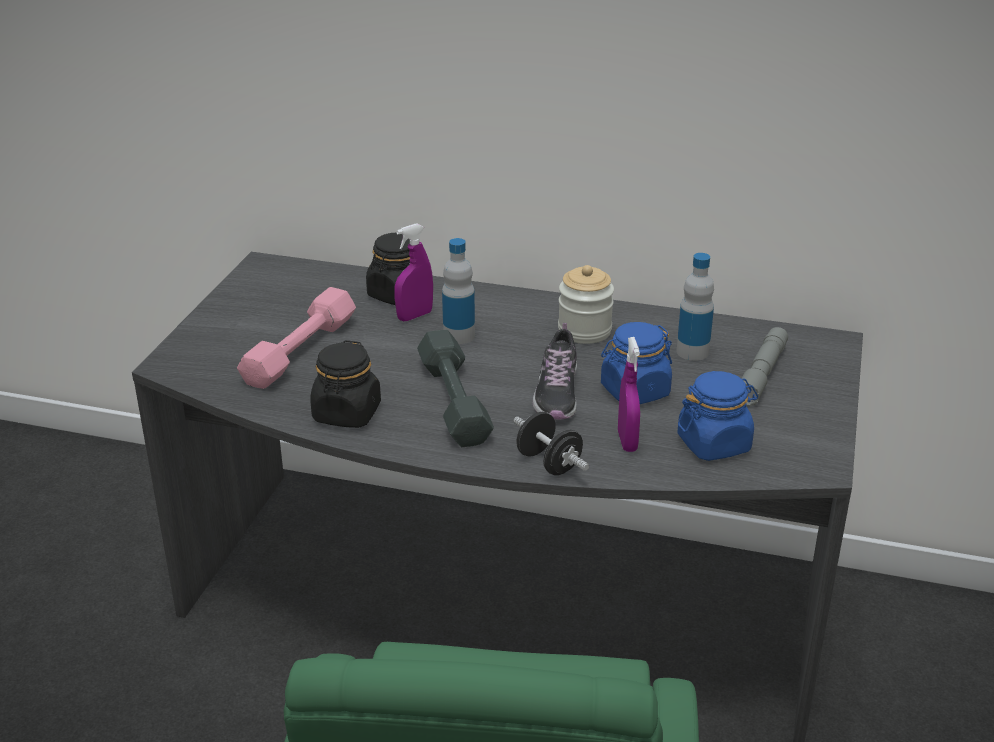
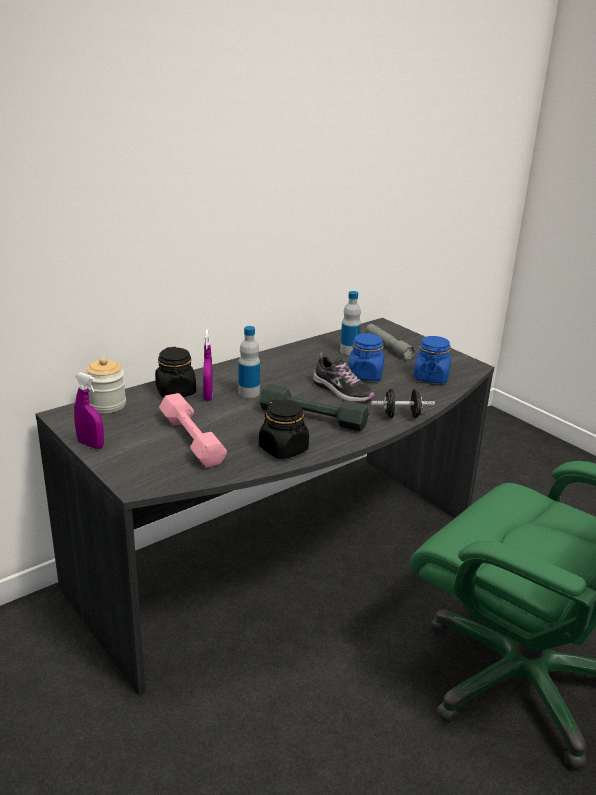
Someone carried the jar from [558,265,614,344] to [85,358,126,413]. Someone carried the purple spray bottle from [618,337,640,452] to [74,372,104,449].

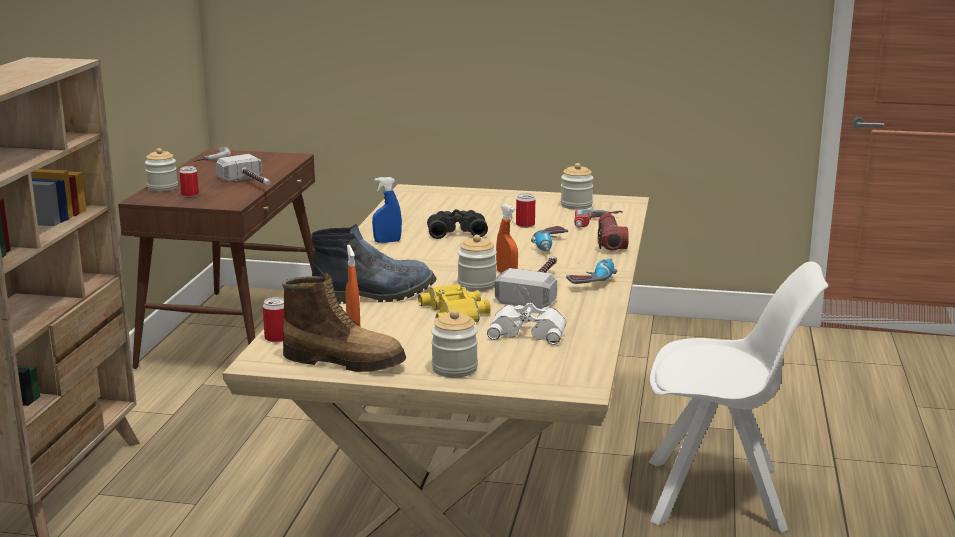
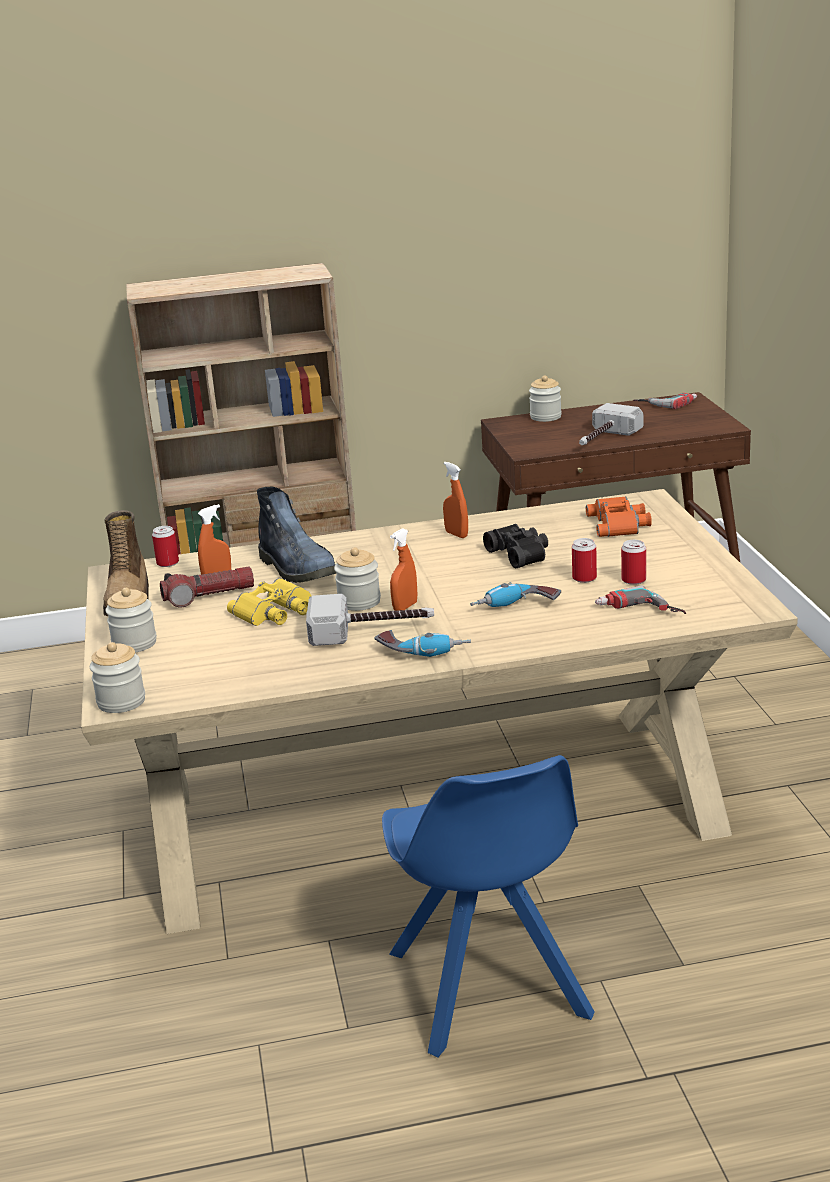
Someone carried the jar from [561,163,594,210] to [90,642,145,713]. Someone carried the can from [179,166,199,197] to [621,540,646,585]. Someone repainted the blue spray bottle at [372,177,402,243], which became the orange spray bottle at [443,462,468,538]. Someone carried the flashlight from [598,213,629,250] to [160,566,254,608]. Someone repainted the white chair at [649,262,828,533], which became the blue chair at [382,755,595,1058]. Someone took away the white binoculars at [487,303,566,345]. Someone put down the orange binoculars at [586,496,652,537].

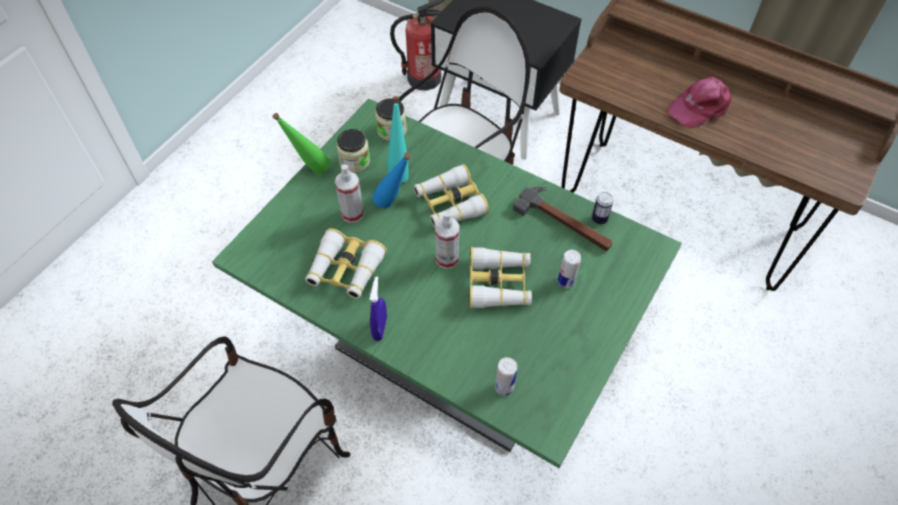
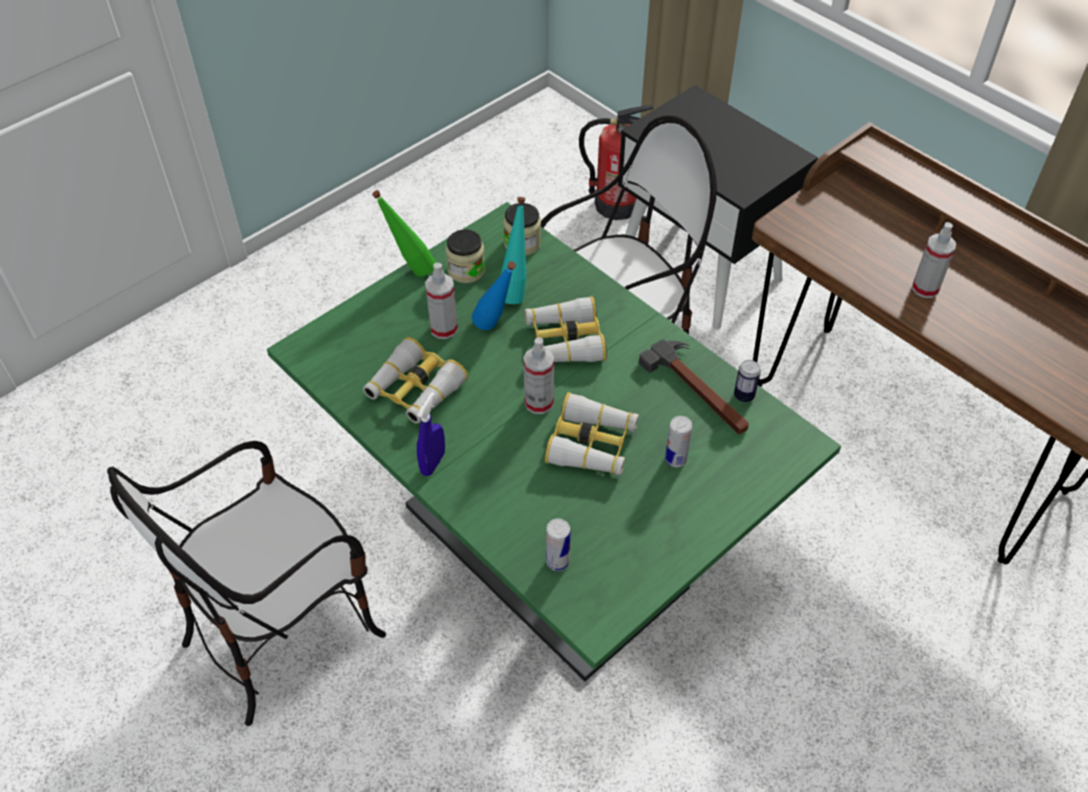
Someone swapped the pink cap at [668,77,731,129] for the spray bottle at [912,222,956,298].

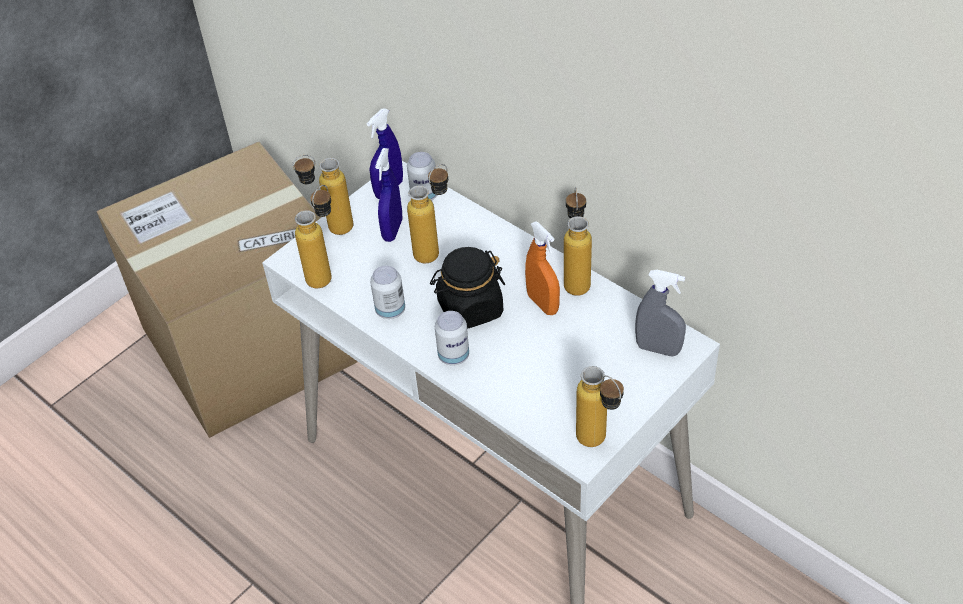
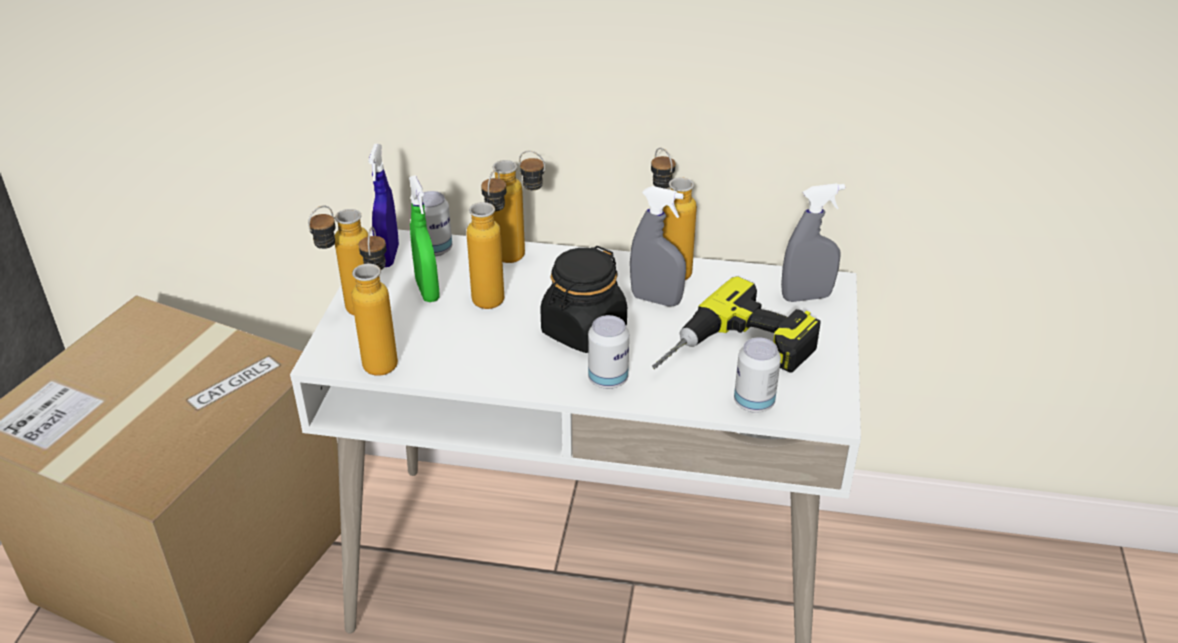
Someone repainted the blue spray bottle at [375,148,402,242], which became the green spray bottle at [409,175,440,302]. Someone repainted the orange spray bottle at [525,221,560,315], which became the grey spray bottle at [630,186,686,306]. Someone carried the can from [370,266,405,319] to [734,337,781,413]. Someone carried the bottle from [576,366,624,447] to [492,151,545,263]. Someone put down the power drill at [652,276,821,373].

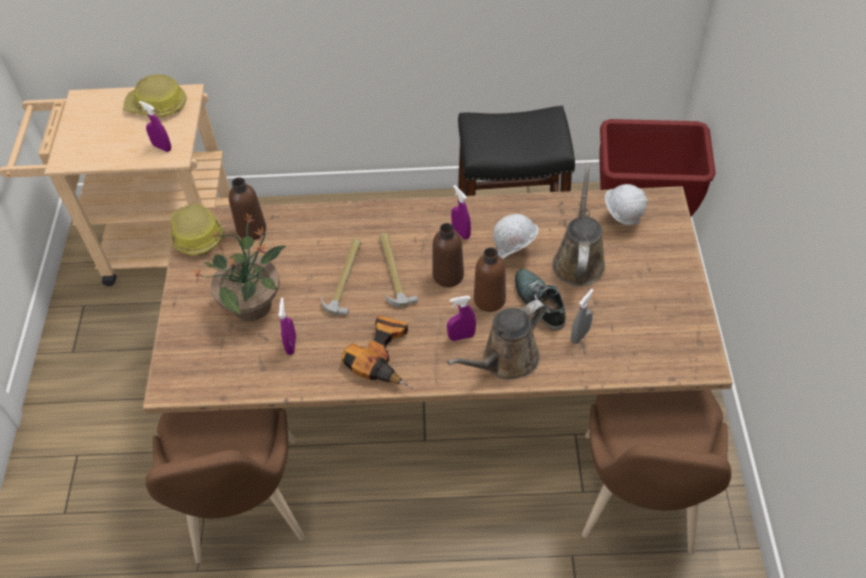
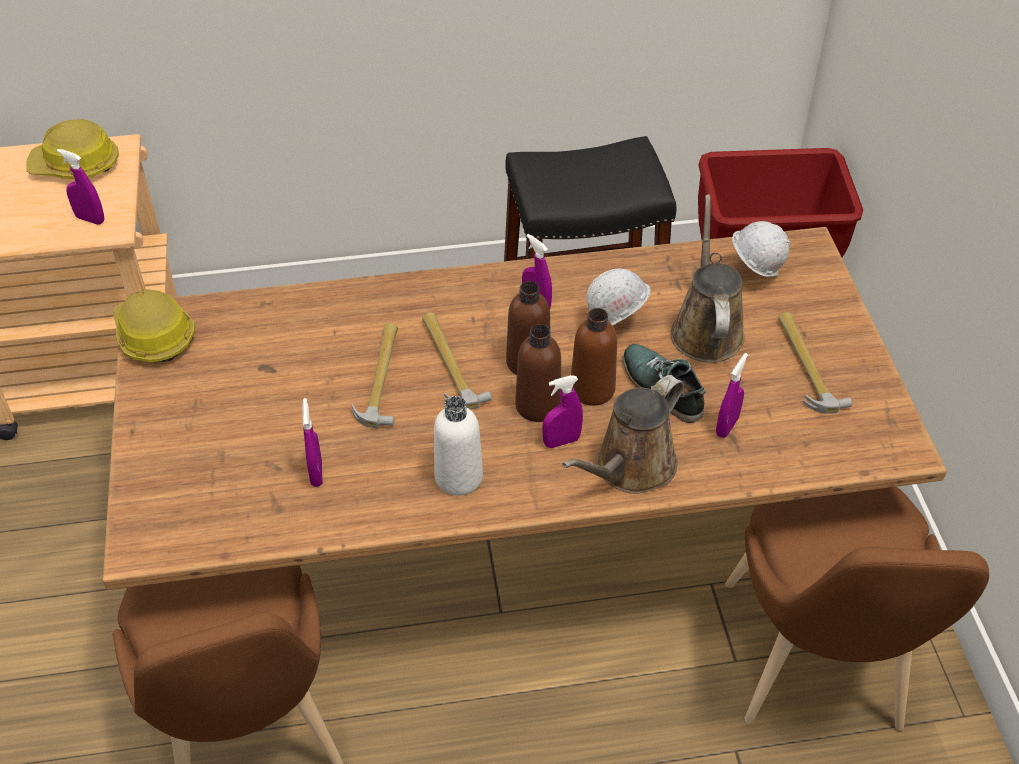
Someone carried the brown bottle from [229,177,266,240] to [515,324,561,422]. Someone took away the potted plant at [190,213,287,321]. Someone repainted the grey spray bottle at [571,289,594,344], which became the purple spray bottle at [716,353,748,438]. Someone swapped the power drill at [341,315,412,389] for the white bottle at [434,396,483,496]. Someone put down the hammer at [778,312,852,414].

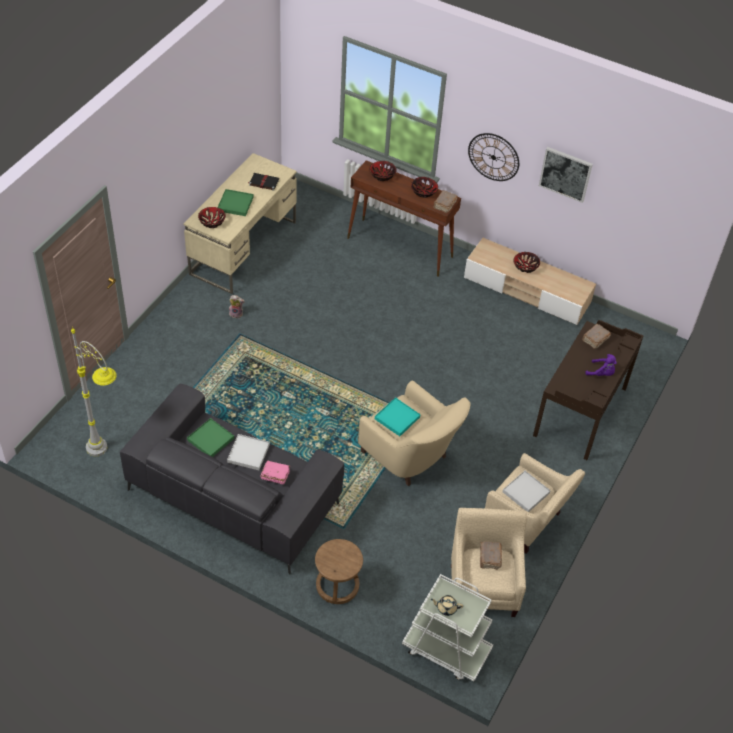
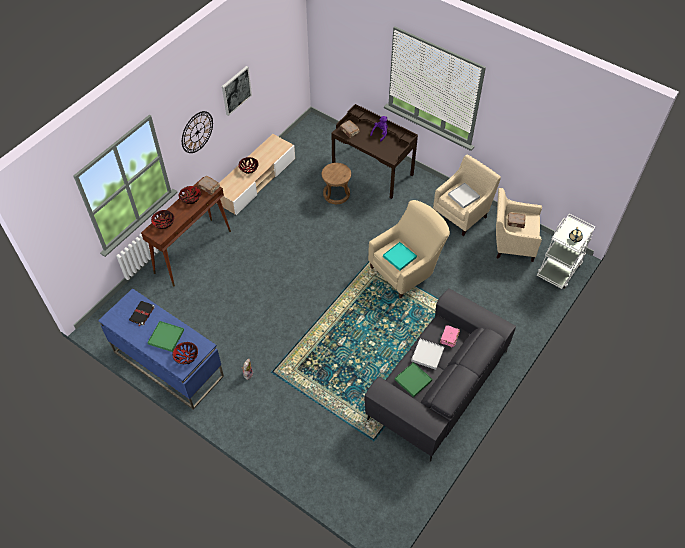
Someone repainted the beige desk at [184,153,297,294], which became the blue desk at [98,288,224,409]. Someone took away the grey floor lamp at [71,326,117,457]. Someone carried the brown stool from [315,539,363,604] to [321,163,351,204].

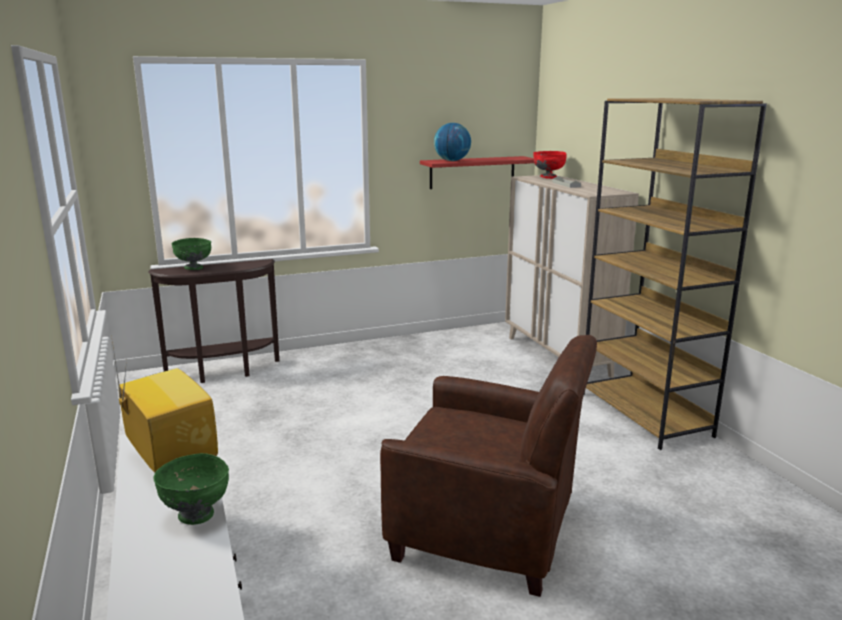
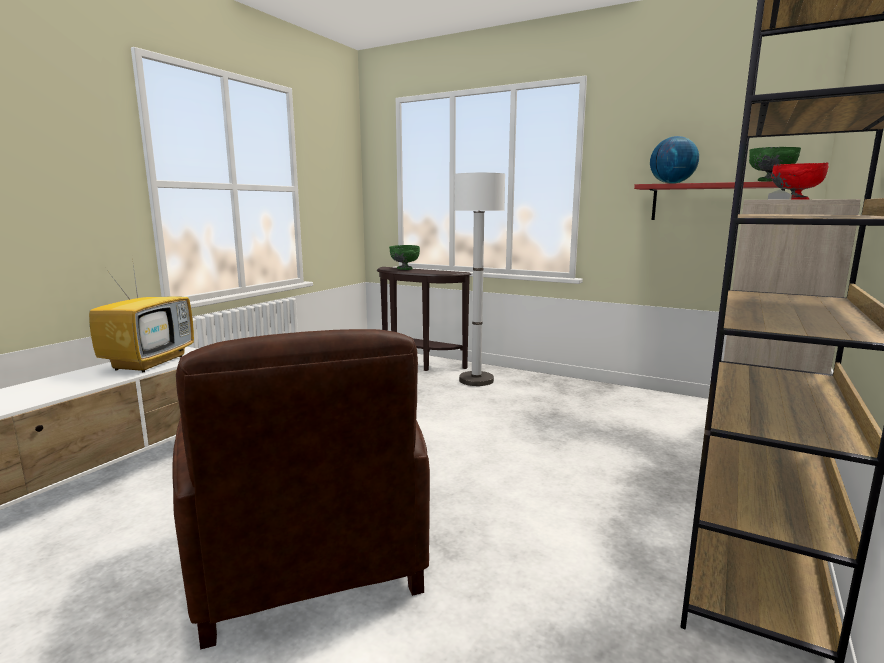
Someone carried the green bowl from [154,453,229,525] to [749,147,801,182]. Someone put down the white floor lamp at [454,173,505,386].

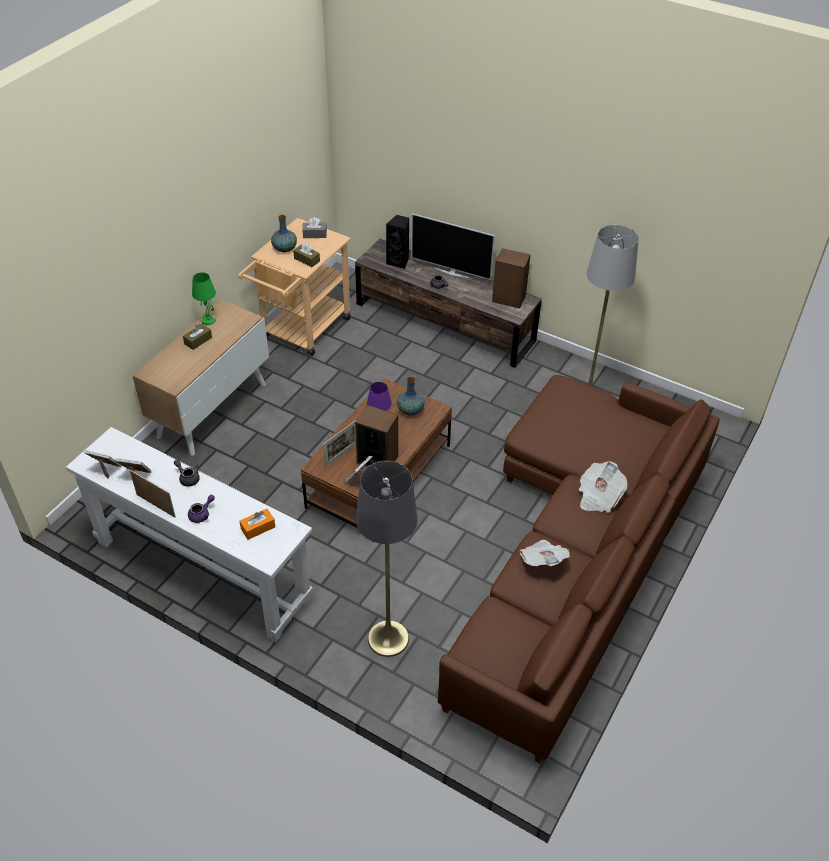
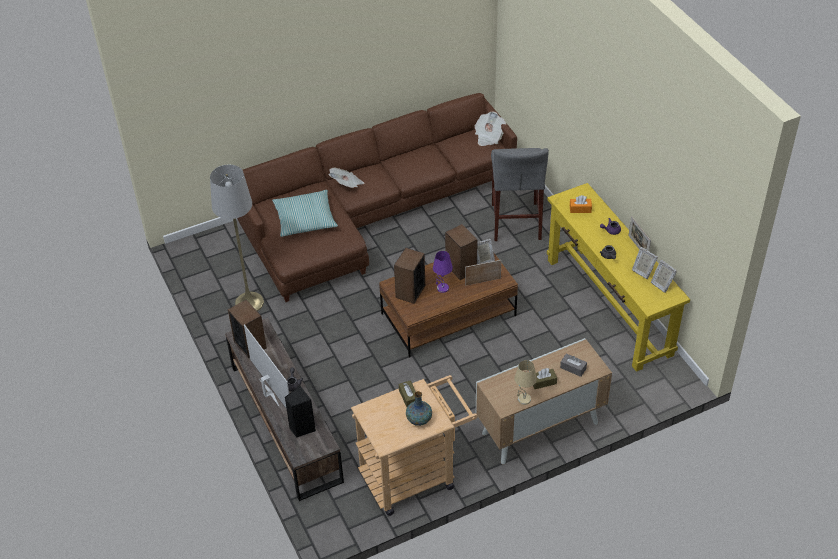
Someone carried the grey tissue box from [302,217,327,238] to [560,354,587,377]. Someone repainted the green table lamp at [192,272,216,325], which became the beige table lamp at [514,360,537,405]. Someone swapped the vase at [397,377,425,415] for the speaker at [394,248,425,304]. Someone repainted the white console table at [66,427,313,642], which became the yellow console table at [547,183,690,372]. Someone swapped the grey floor lamp at [356,461,418,657] for the grey stool at [491,148,549,241]. Someone carried the newspaper from [520,540,570,566] to [474,111,506,146]. Someone put down the pillow at [272,190,338,237].

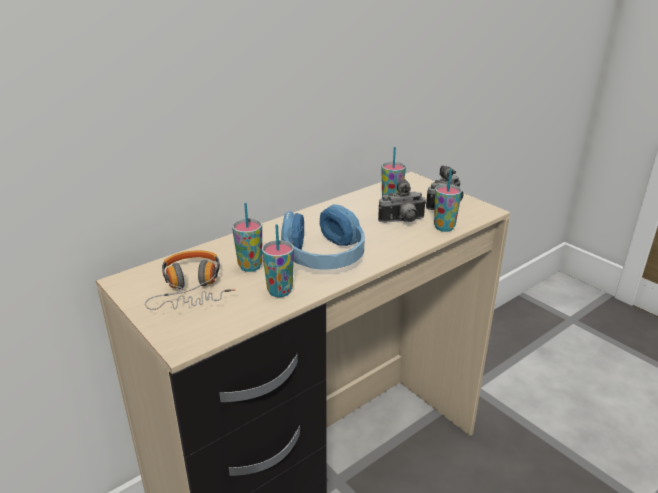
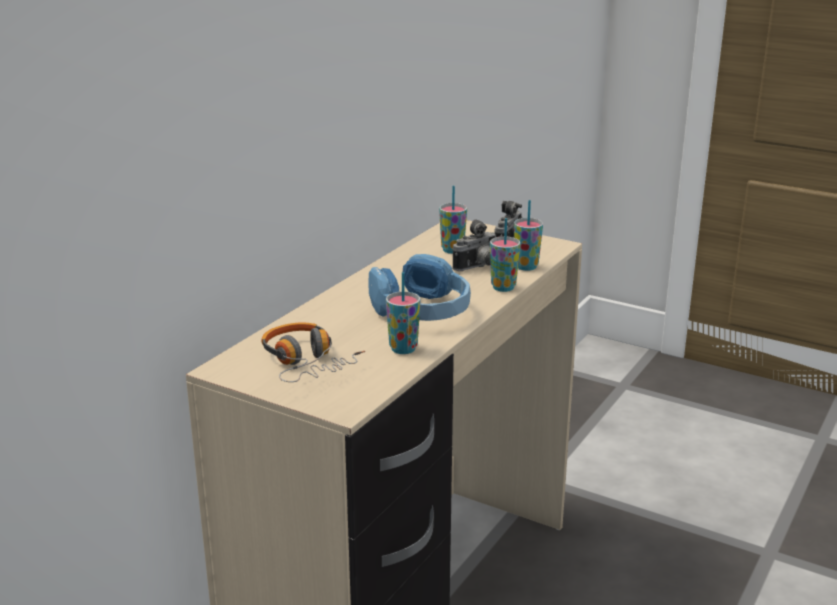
Someone carried the cup from [232,203,262,272] to [490,218,521,292].

